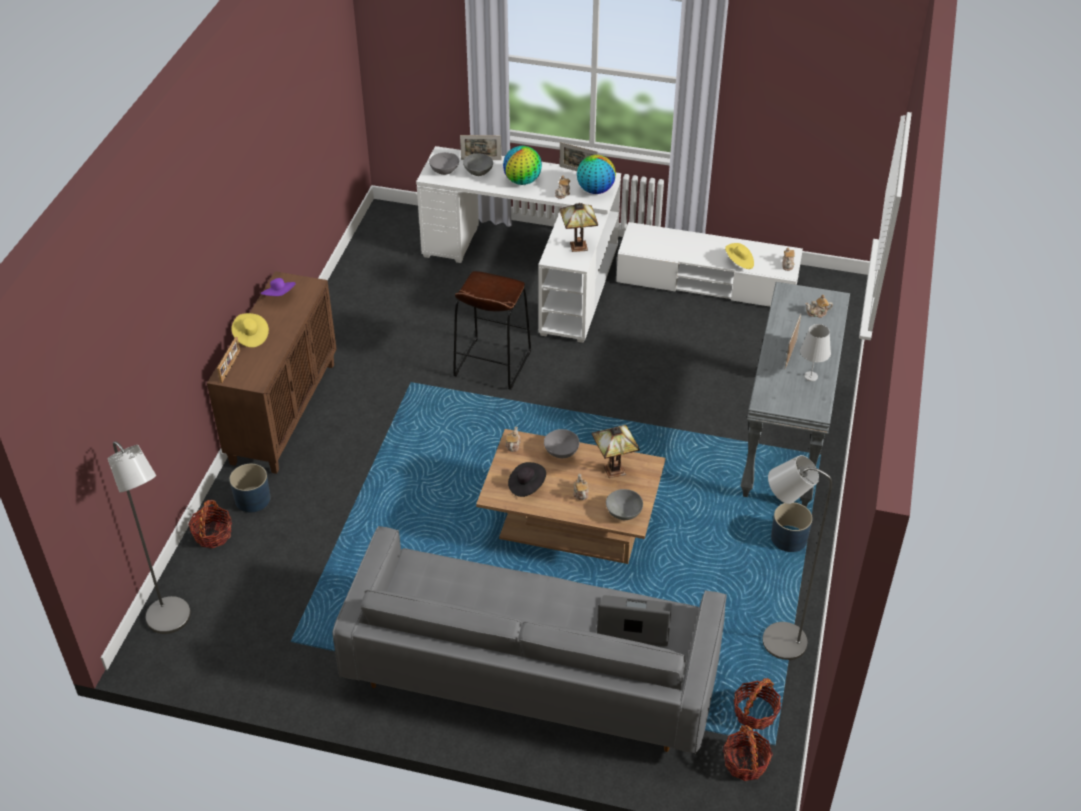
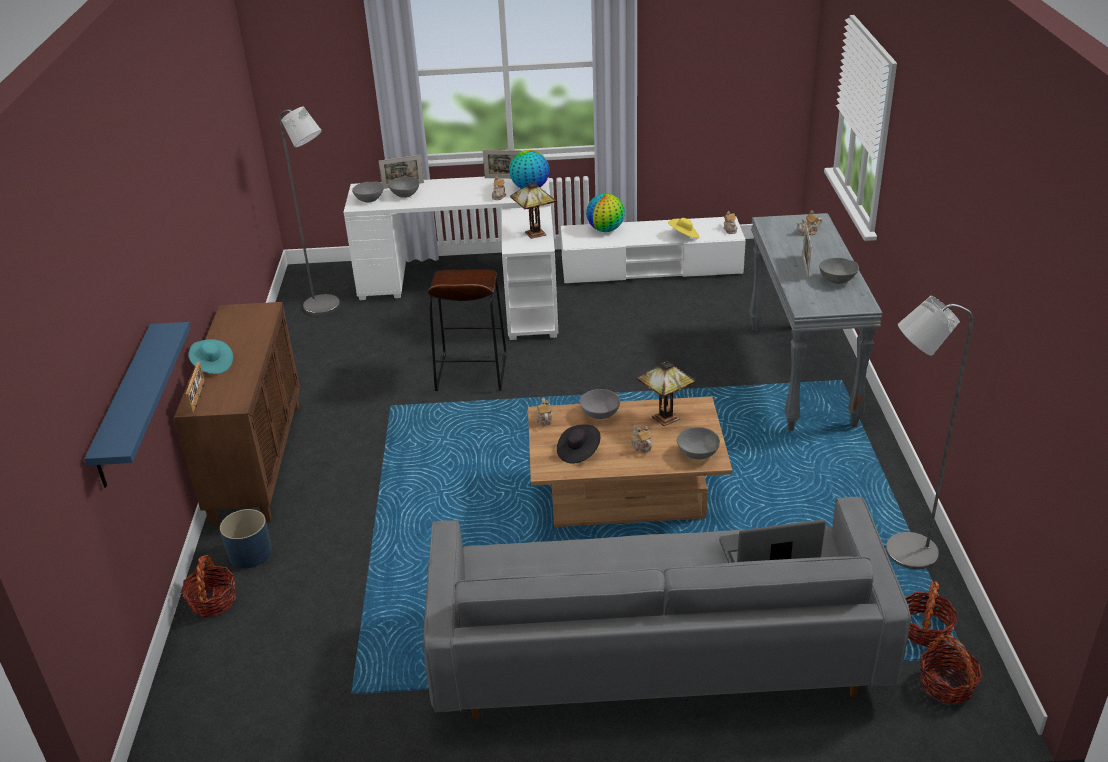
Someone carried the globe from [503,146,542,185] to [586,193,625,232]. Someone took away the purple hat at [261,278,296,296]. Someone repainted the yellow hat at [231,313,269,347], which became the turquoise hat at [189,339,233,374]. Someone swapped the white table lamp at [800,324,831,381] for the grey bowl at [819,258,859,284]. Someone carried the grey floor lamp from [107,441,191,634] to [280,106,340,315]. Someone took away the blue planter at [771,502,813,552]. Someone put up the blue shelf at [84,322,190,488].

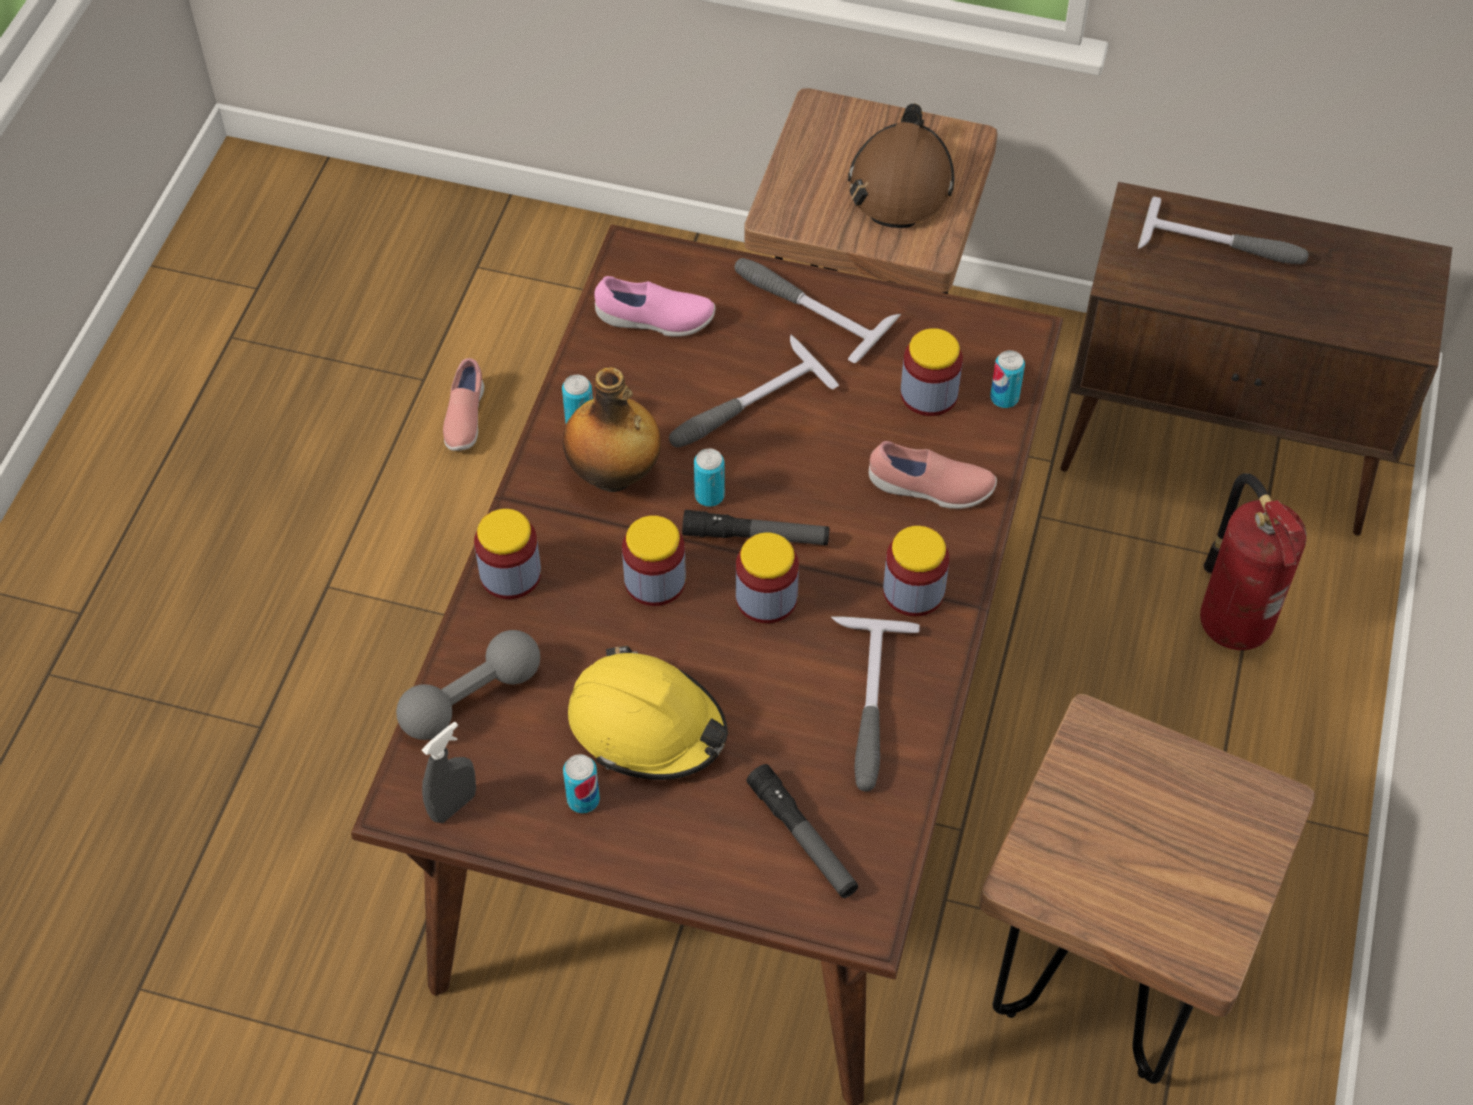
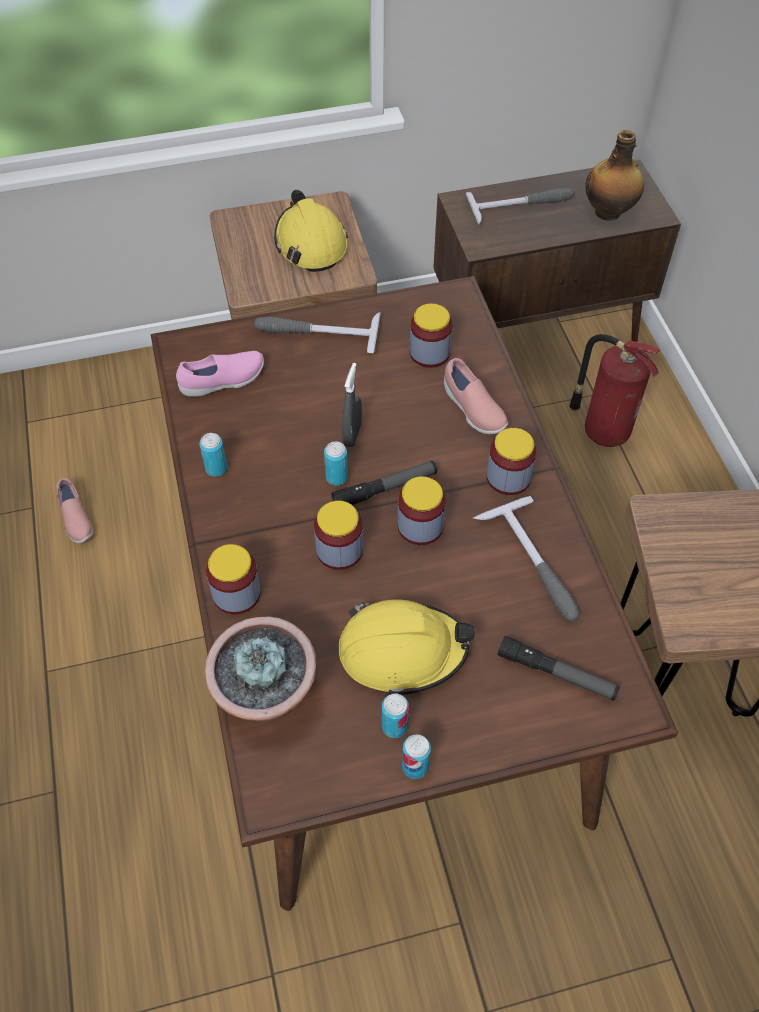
Someone repainted the brown hard hat at [848,104,954,228], which became the yellow hard hat at [274,190,348,272]. Someone took away the hammer at [669,335,839,448]. Someone carried the can from [990,350,1025,408] to [402,734,431,779]. Someone carried the bottle from [563,367,661,492] to [585,130,644,221]. Someone rotated the pink shoe at [869,441,997,509] by 75 degrees clockwise. Someone swapped the grey dumbbell at [396,630,540,740] for the potted plant at [205,616,317,722]. Someone carried the grey spray bottle from [422,721,476,823] to [342,363,362,447].

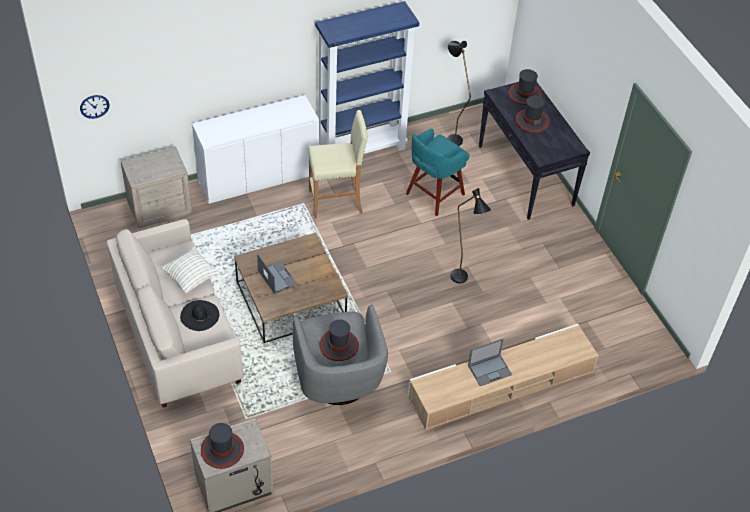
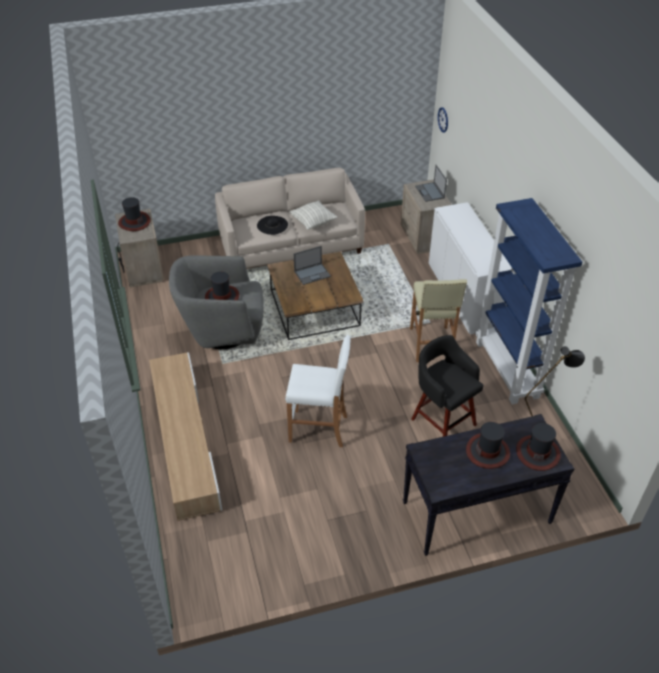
Someone repainted the turquoise stool at [406,129,469,216], which became the black stool at [411,335,484,437]. Someone swapped the black floor lamp at [450,188,491,283] for the white stool at [285,335,351,447]. Someone carried the laptop from [468,339,512,386] to [415,165,447,202].

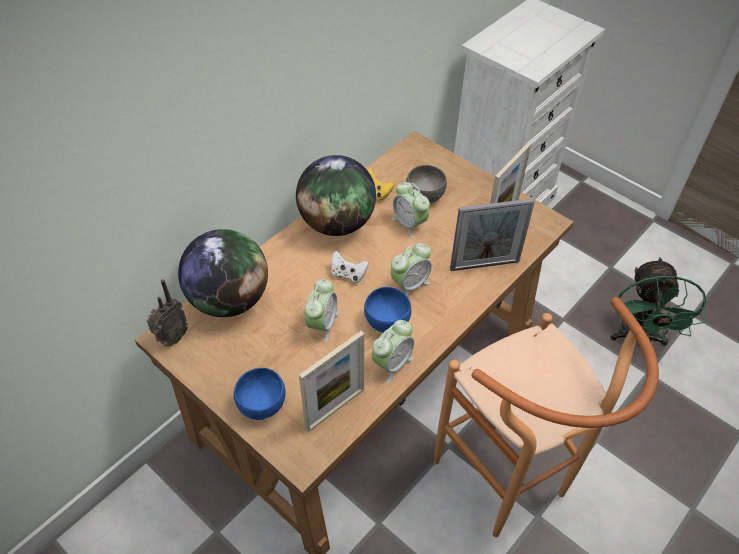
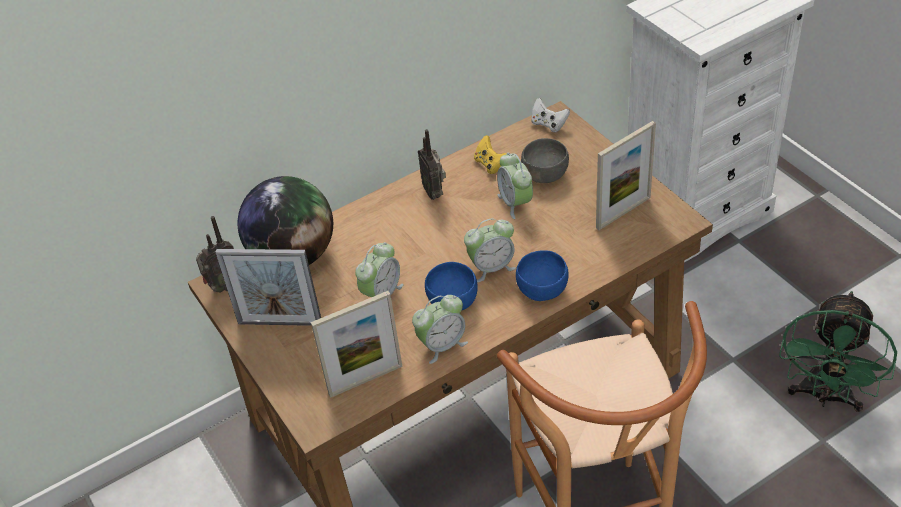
Someone swapped the globe at [296,155,376,236] for the radio at [418,129,446,200]. Someone carried the picture frame from [450,198,535,271] to [215,249,321,326]. Someone carried the white game controller from [331,251,369,284] to [532,98,570,132]. Someone carried the blue bowl from [234,368,286,420] to [516,250,569,301].

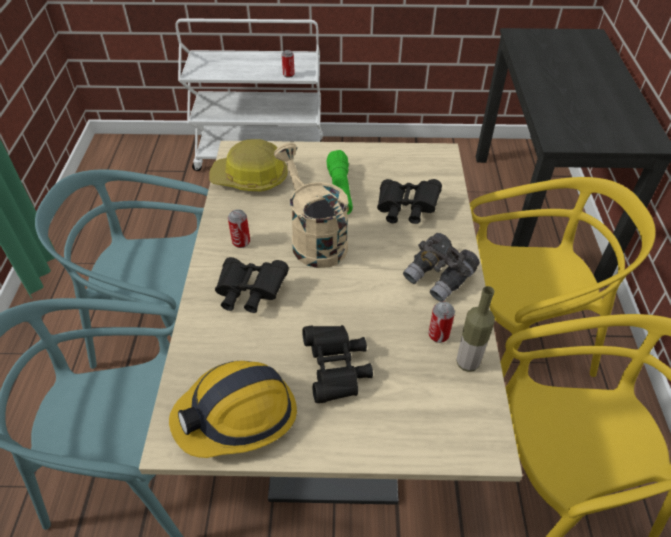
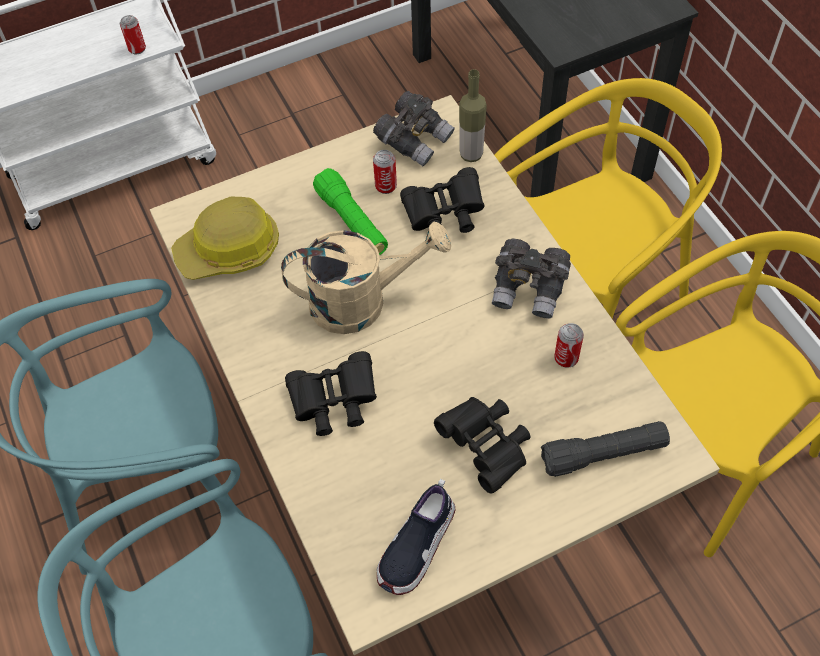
Someone rotated the beige watering can at [274,143,349,268] by 135 degrees clockwise. Someone carried the can from [228,209,250,248] to [373,150,397,194]. Someone carried the bottle from [456,286,495,372] to [459,69,487,162]. Someone swapped the hard hat at [169,361,297,458] for the shoe at [377,479,455,595]. Someone put down the grey binoculars at [373,91,455,167]. Someone put down the black flashlight at [541,421,670,477].

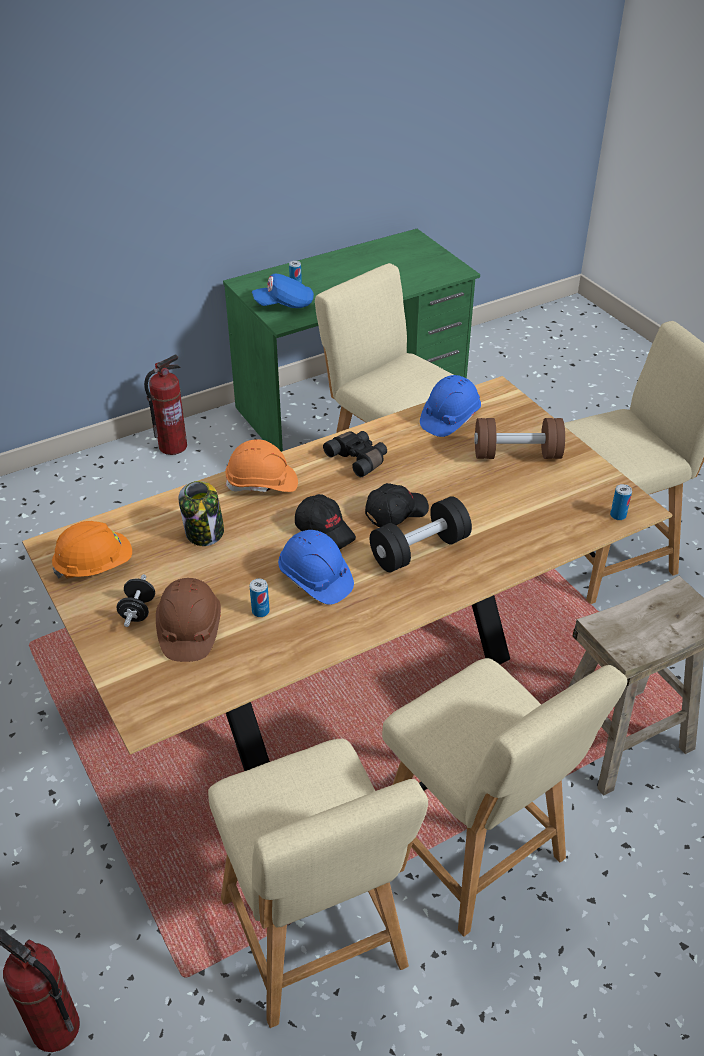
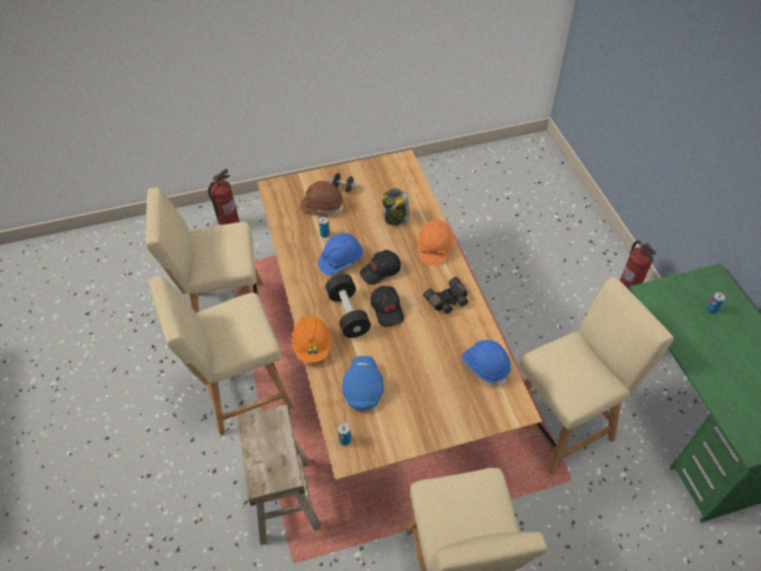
Someone carried the blue cap from [252,274,314,308] to [342,356,384,410]. Someone took away the brown dumbbell at [474,418,565,459]. Someone carried the orange hard hat from [52,521,132,579] to [291,316,331,363].

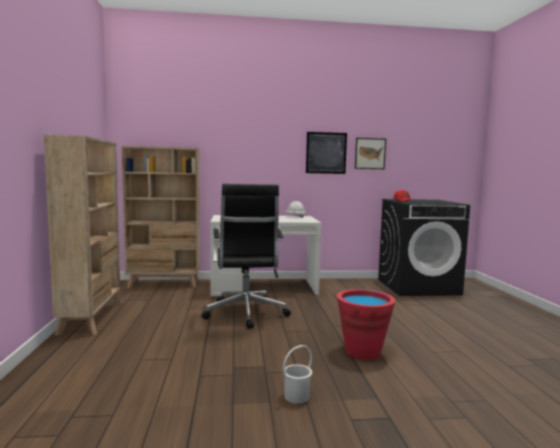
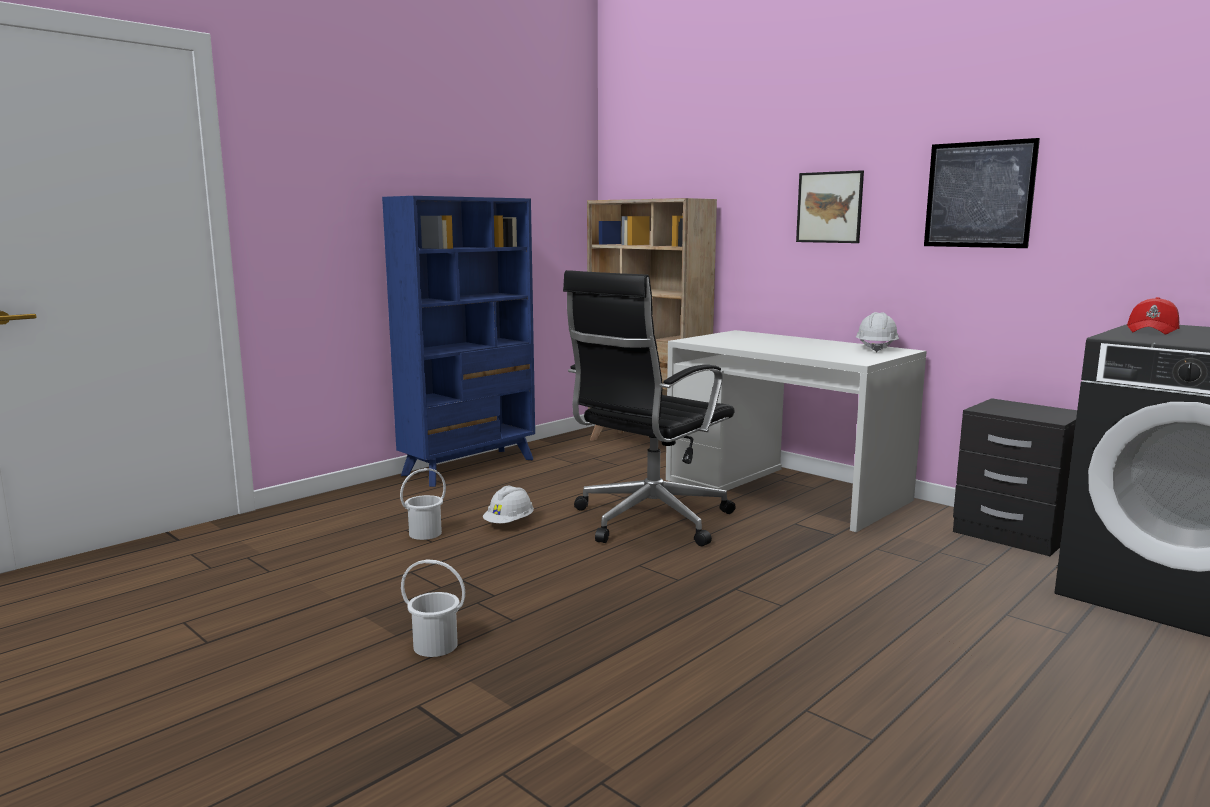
Someone repainted the beige bookcase at [44,135,121,336], which became the blue bookcase at [382,196,535,487]. Someone carried the picture from [355,138,386,169] to [796,170,864,243]. Someone took away the red bucket at [337,289,396,360]. Someone put down the black nightstand at [953,398,1077,556]. Someone put down the white bucket at [400,468,446,540]. Someone put down the white hard hat at [483,485,534,523].

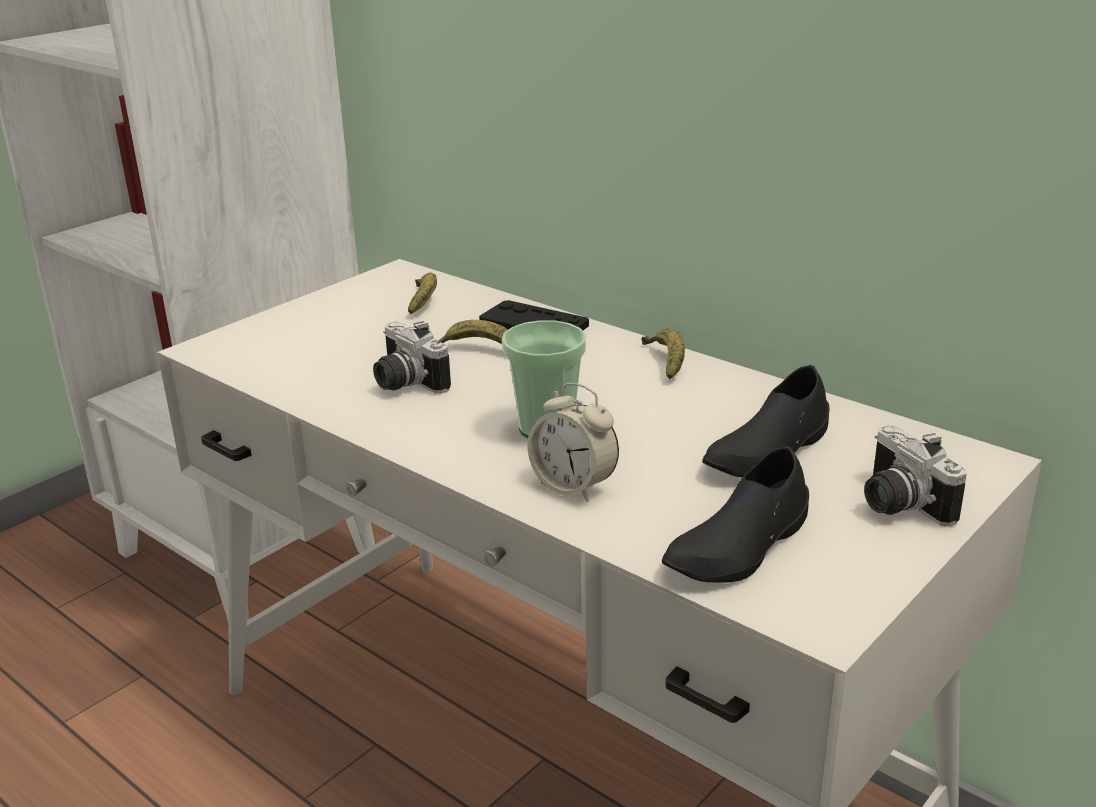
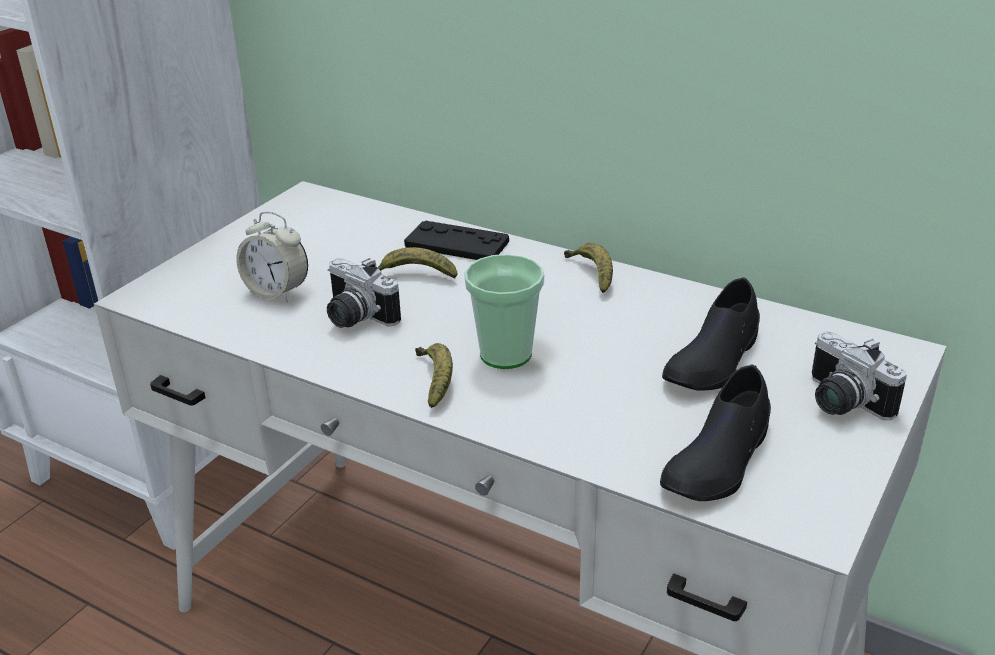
Someone carried the banana from [408,272,437,314] to [415,343,453,408]. Someone carried the alarm clock from [528,383,619,502] to [236,212,308,302].

